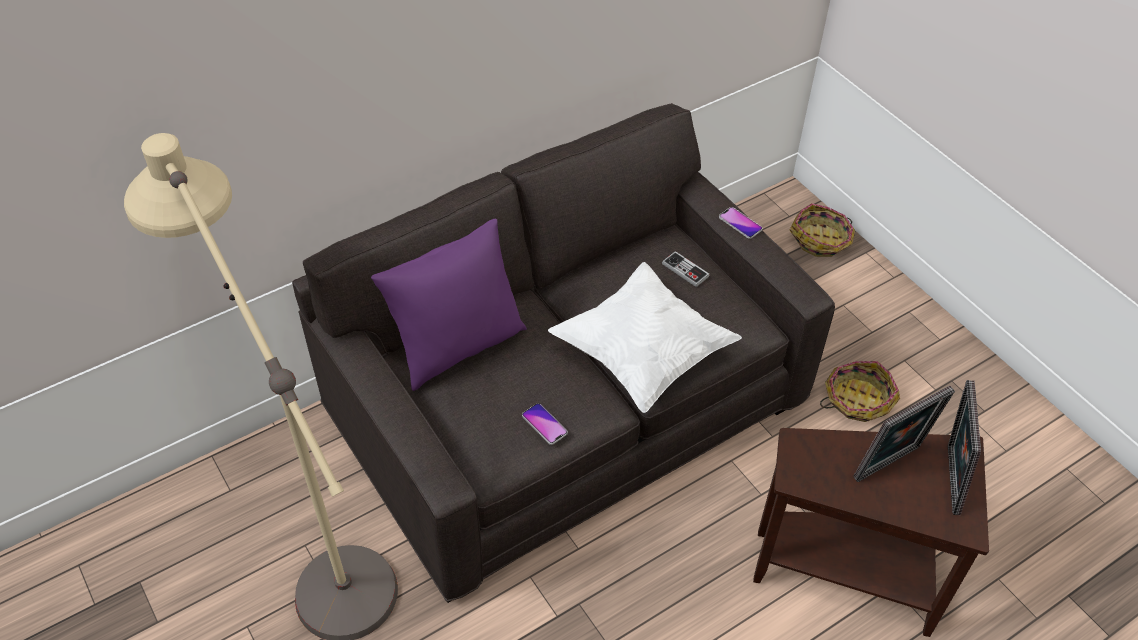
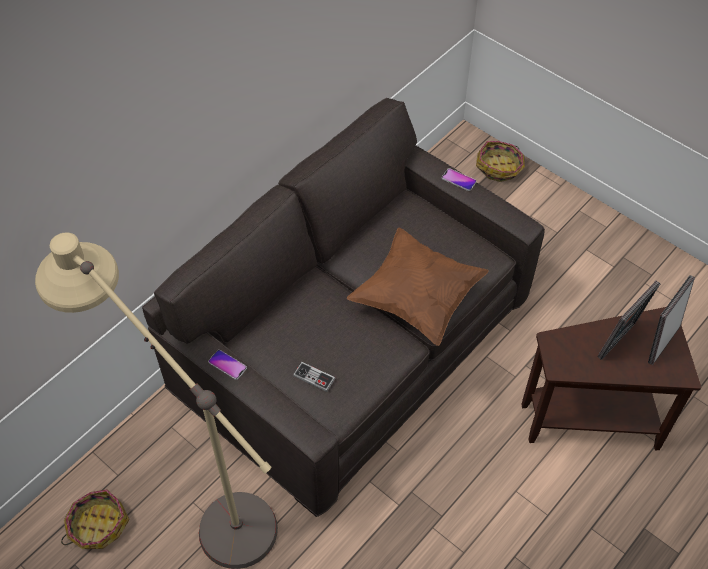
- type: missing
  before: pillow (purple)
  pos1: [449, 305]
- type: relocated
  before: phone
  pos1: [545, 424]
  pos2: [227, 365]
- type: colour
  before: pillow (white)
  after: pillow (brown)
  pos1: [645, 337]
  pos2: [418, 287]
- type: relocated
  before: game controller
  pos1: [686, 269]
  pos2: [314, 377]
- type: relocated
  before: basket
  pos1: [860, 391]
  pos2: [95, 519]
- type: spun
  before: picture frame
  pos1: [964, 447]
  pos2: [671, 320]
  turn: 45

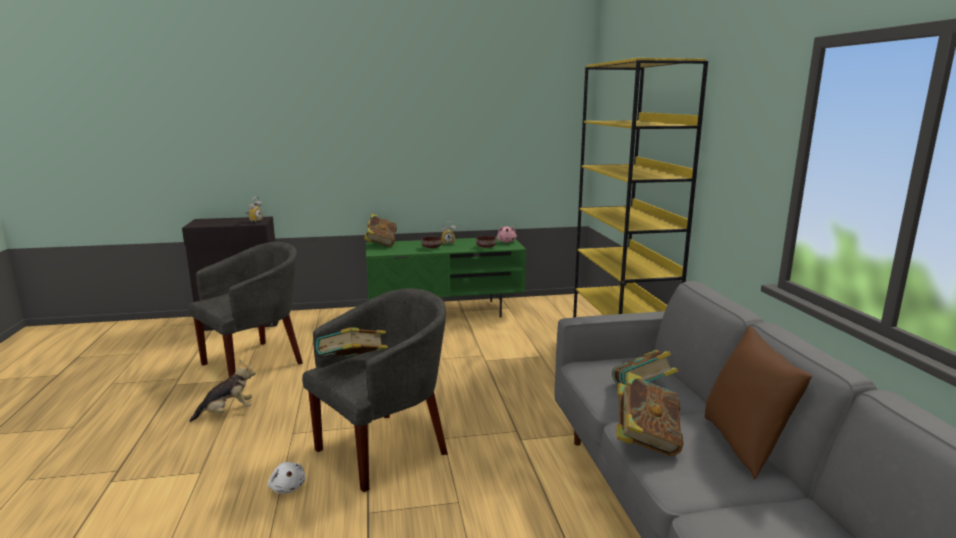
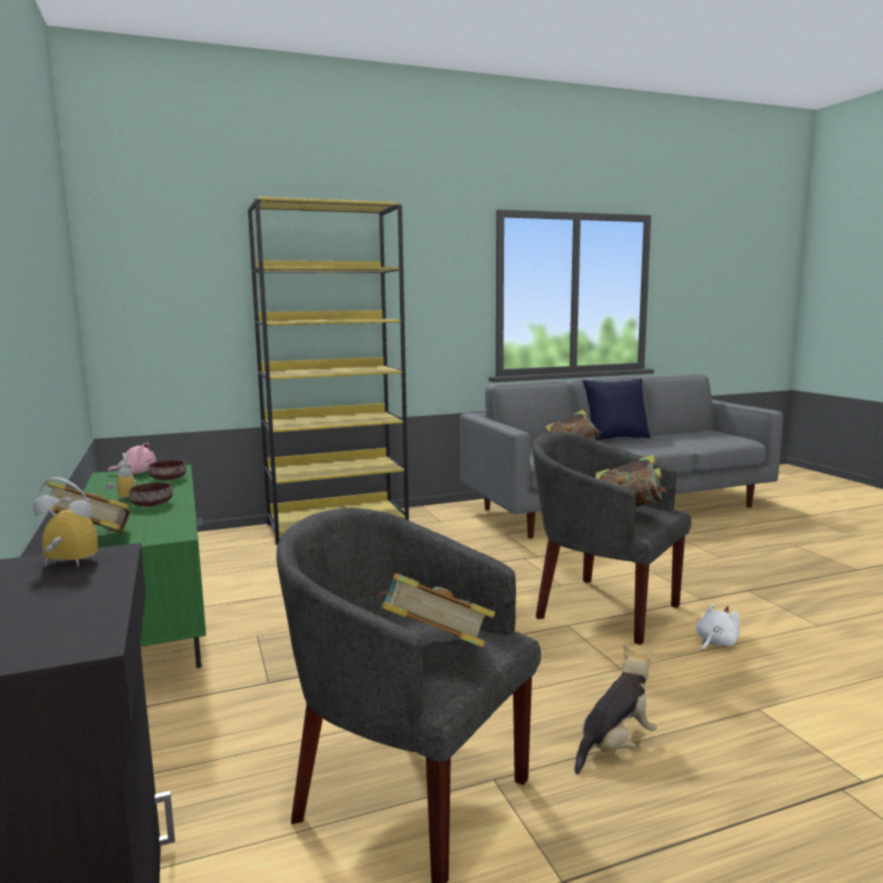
- type: spun
  before: plush toy
  pos1: [222, 390]
  pos2: [616, 710]
  turn: 90
- type: relocated
  before: book
  pos1: [649, 414]
  pos2: [435, 610]
- type: colour
  before: pillow (brown)
  after: pillow (blue)
  pos1: [758, 403]
  pos2: [616, 409]

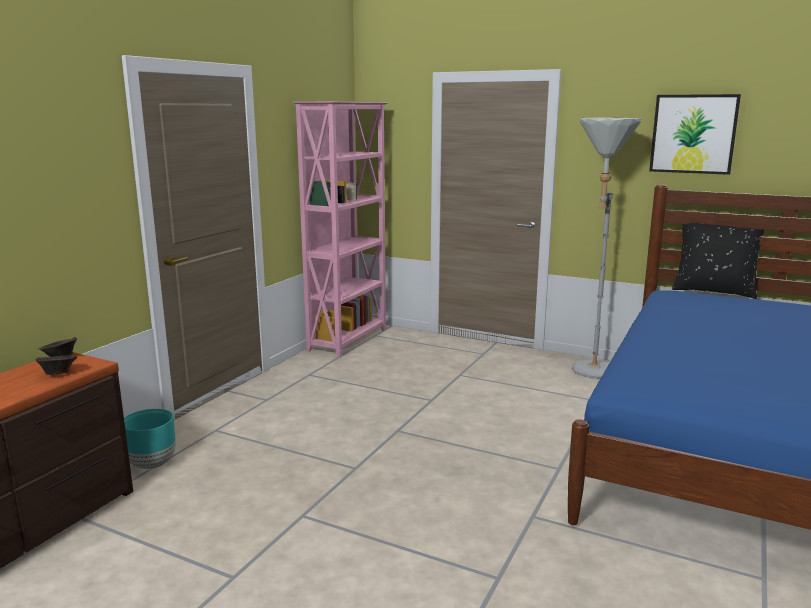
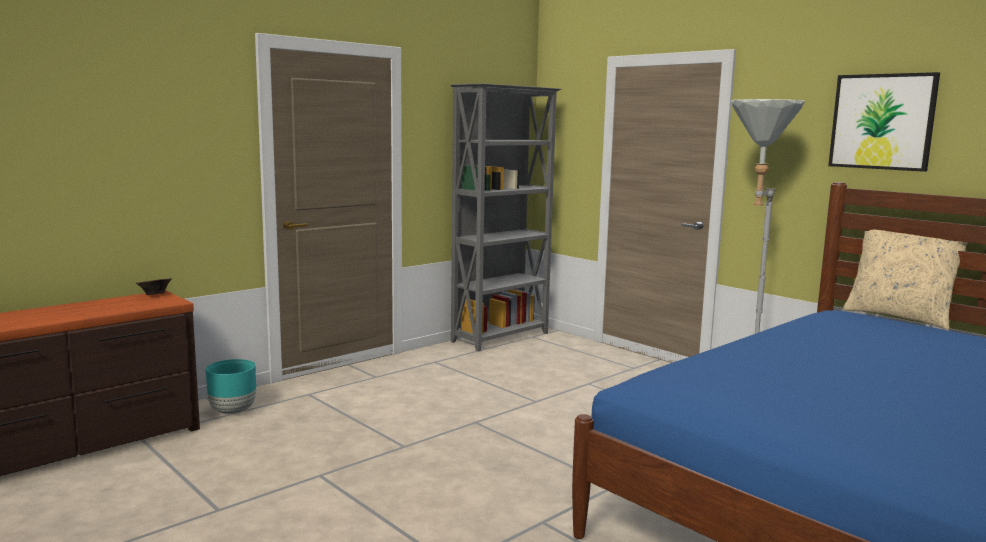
- type: missing
  before: bowl (brown)
  pos1: [56, 365]
- type: colour
  before: bookcase (pink)
  after: bookcase (grey)
  pos1: [340, 230]
  pos2: [505, 217]
- type: colour
  before: pillow (black)
  after: pillow (beige)
  pos1: [718, 261]
  pos2: [905, 280]

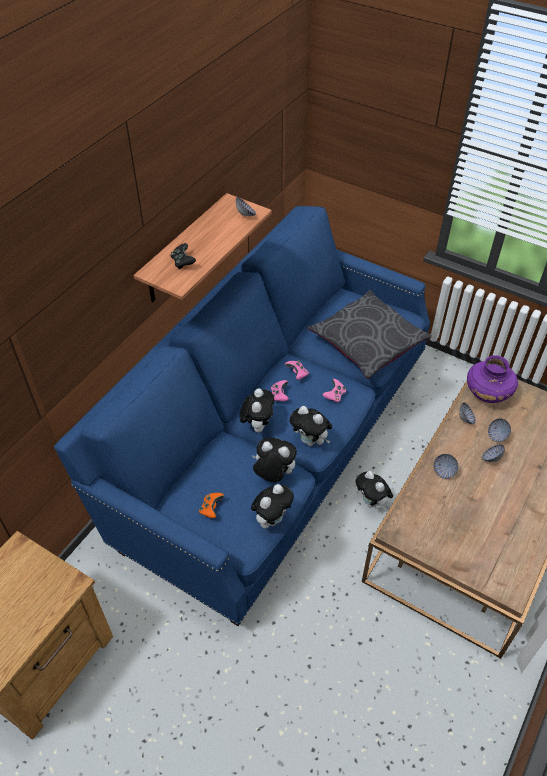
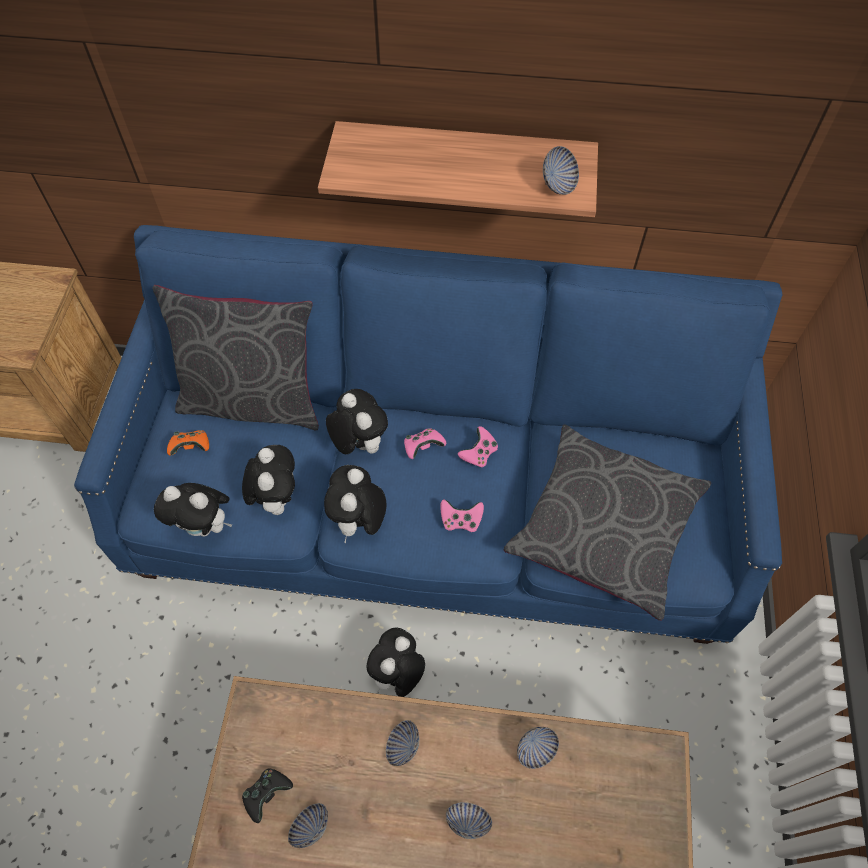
- type: relocated
  before: game controller (black)
  pos1: [183, 256]
  pos2: [267, 795]
- type: spun
  before: plush toy
  pos1: [257, 410]
  pos2: [357, 421]
  turn: -105
- type: missing
  before: vase (purple)
  pos1: [492, 379]
- type: relocated
  before: bowl
  pos1: [499, 430]
  pos2: [308, 825]
- type: appeared
  after: pillow (grey)
  pos2: [235, 358]

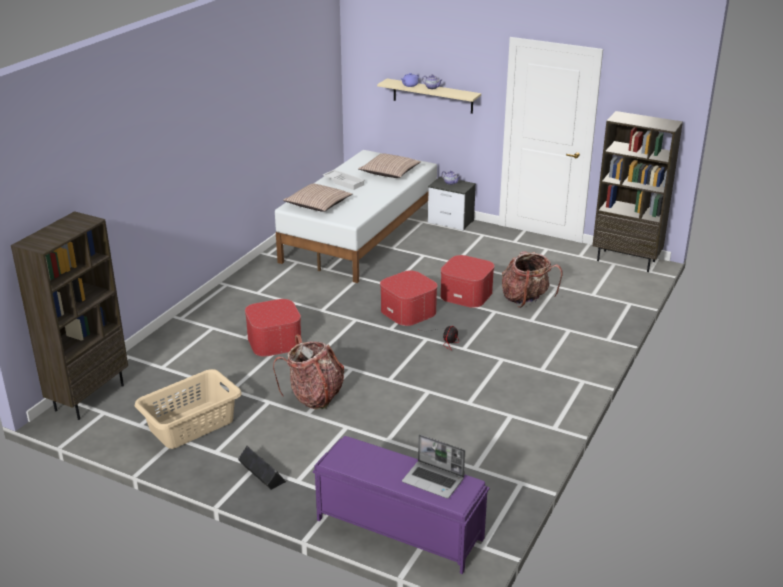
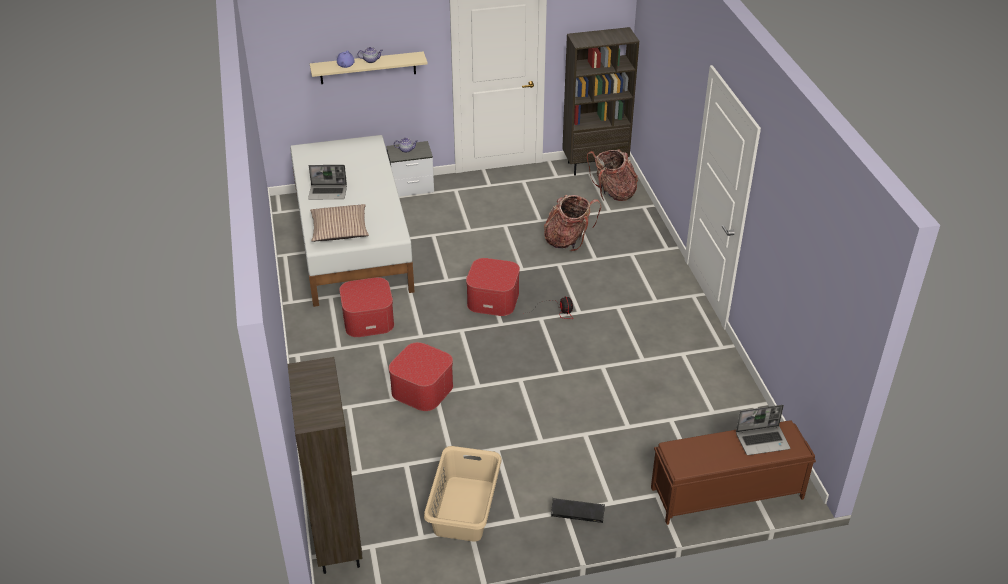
- type: relocated
  before: backpack
  pos1: [309, 371]
  pos2: [612, 175]
- type: colour
  before: bench (purple)
  after: bench (brown)
  pos1: [401, 505]
  pos2: [733, 473]
- type: exchanged
  before: tray (white)
  after: laptop
  pos1: [344, 180]
  pos2: [327, 182]
- type: missing
  before: pillow
  pos1: [389, 165]
- type: relocated
  before: ottoman
  pos1: [467, 281]
  pos2: [366, 307]

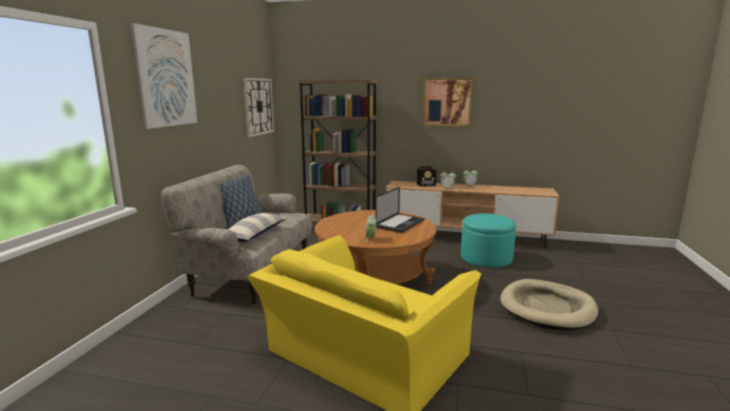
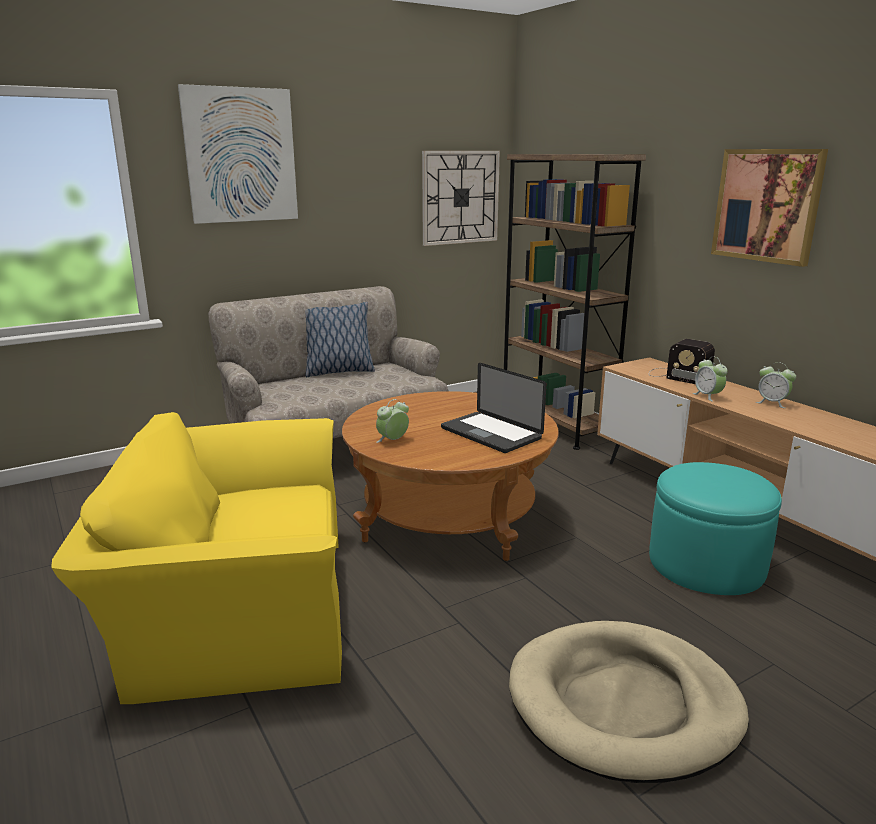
- type: missing
  before: pillow
  pos1: [257, 227]
- type: spun
  before: laptop
  pos1: [399, 210]
  pos2: [493, 408]
  turn: 60

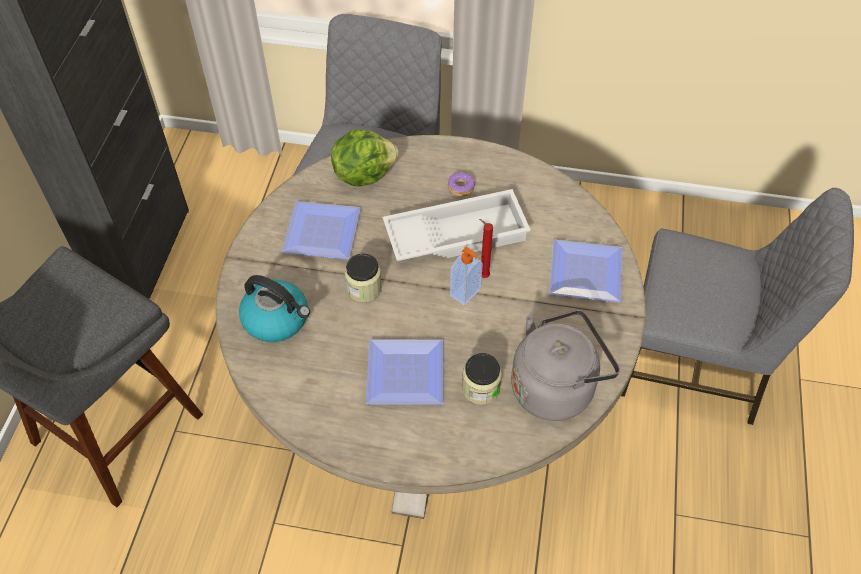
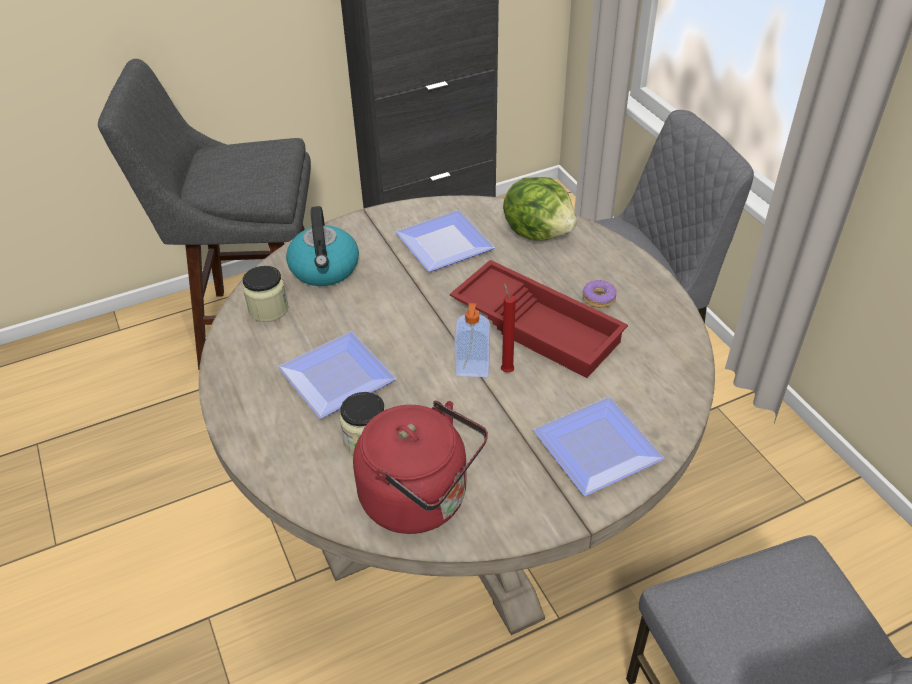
- type: relocated
  before: jar
  pos1: [363, 277]
  pos2: [265, 294]
- type: colour
  before: tray (white)
  after: tray (red)
  pos1: [457, 225]
  pos2: [539, 319]
- type: colour
  before: kettle (grey)
  after: kettle (red)
  pos1: [565, 365]
  pos2: [420, 467]

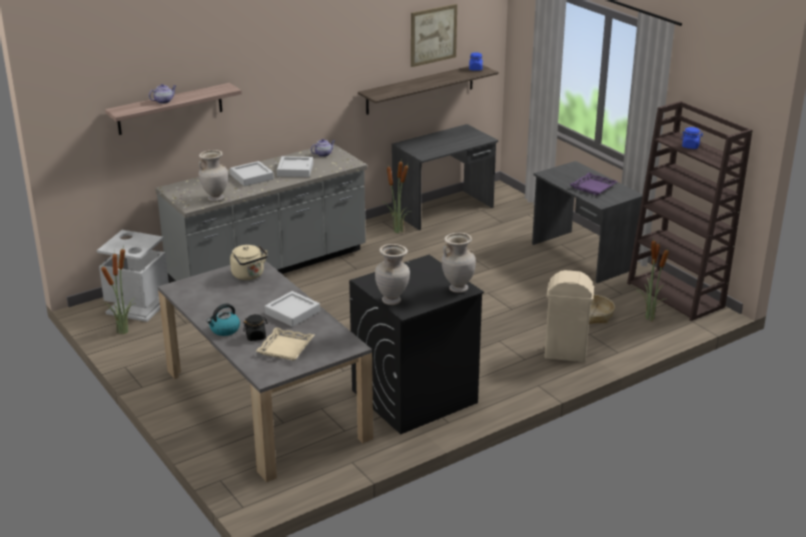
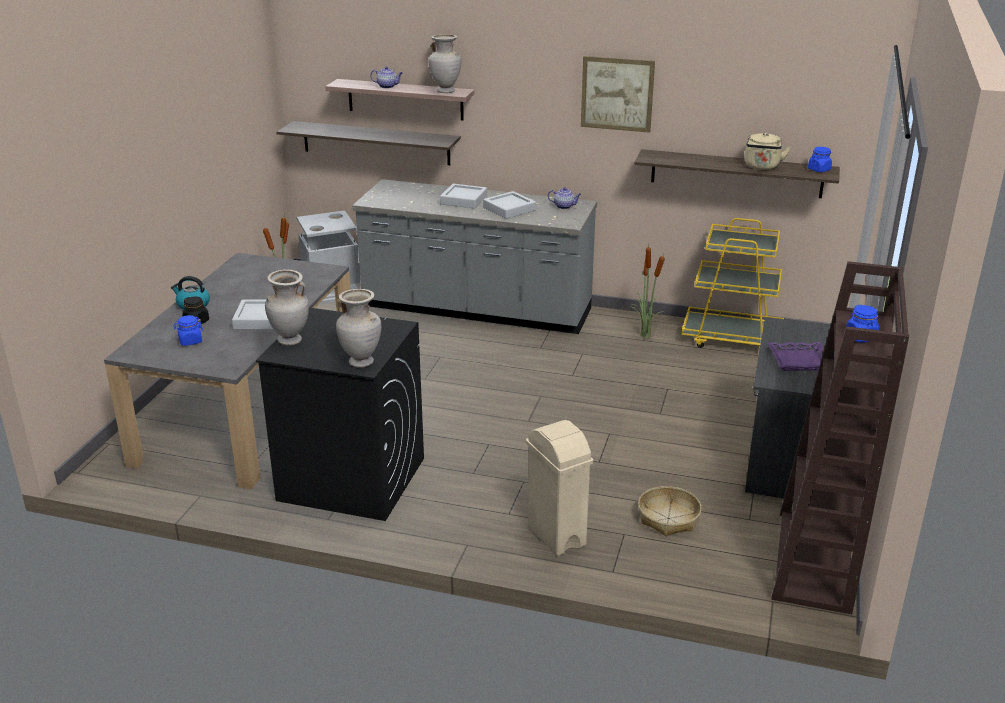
- type: relocated
  before: vase (beige)
  pos1: [213, 176]
  pos2: [445, 63]
- type: relocated
  before: kettle (beige)
  pos1: [249, 262]
  pos2: [768, 151]
- type: exchanged
  before: tray (beige)
  after: jar (blue)
  pos1: [285, 344]
  pos2: [188, 330]
- type: exchanged
  before: desk (grey)
  after: cart (yellow)
  pos1: [445, 177]
  pos2: [733, 283]
- type: relocated
  before: picture
  pos1: [434, 35]
  pos2: [618, 94]
- type: missing
  before: potted plant
  pos1: [652, 280]
- type: appeared
  after: shelf
  pos2: [368, 143]

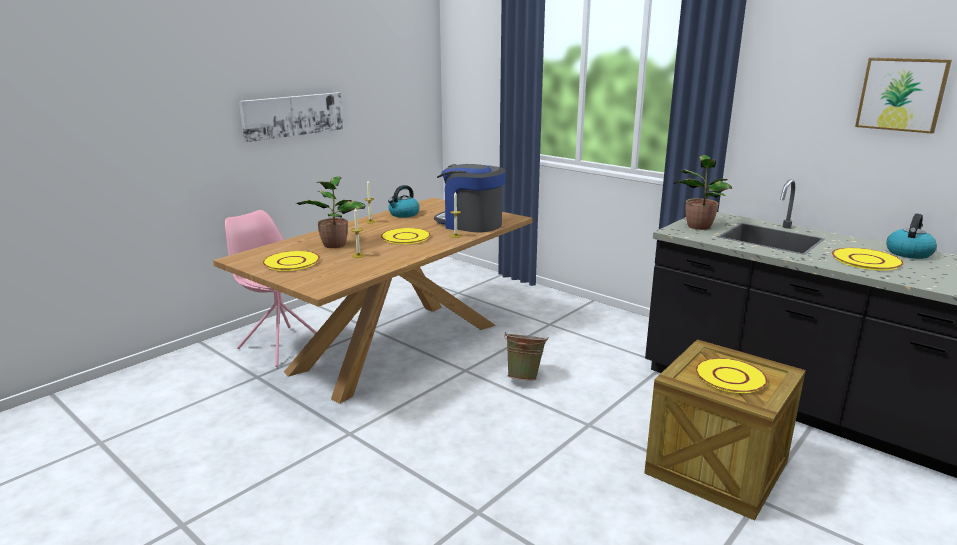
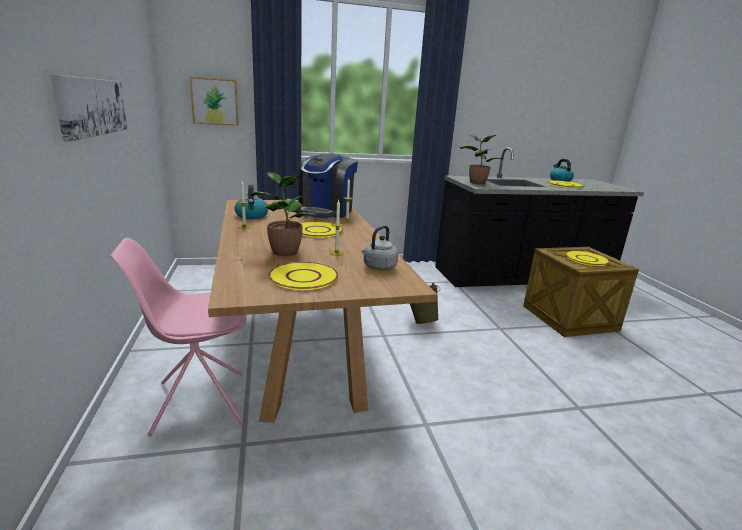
- type: spun
  before: coffee machine
  pos1: [469, 198]
  pos2: [328, 185]
  turn: -45
- type: relocated
  before: picture
  pos1: [903, 96]
  pos2: [214, 101]
- type: appeared
  after: kettle (grey)
  pos2: [380, 248]

